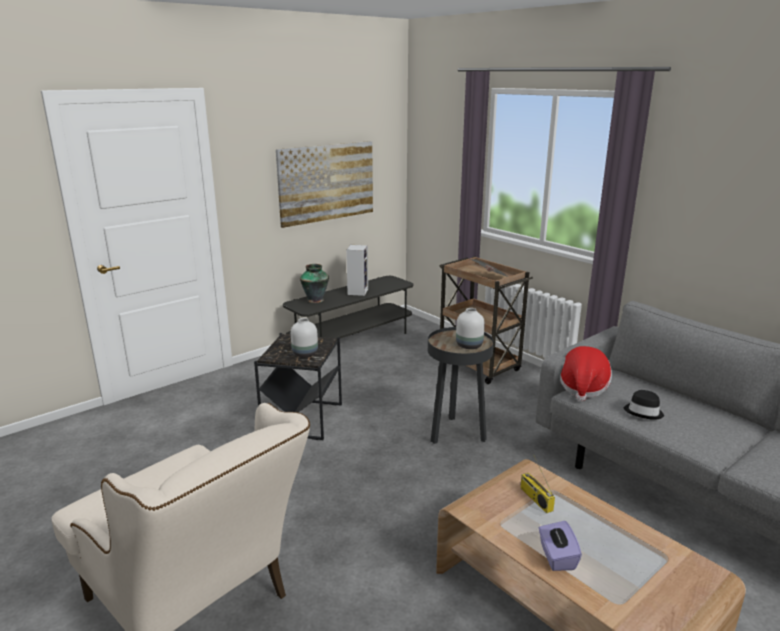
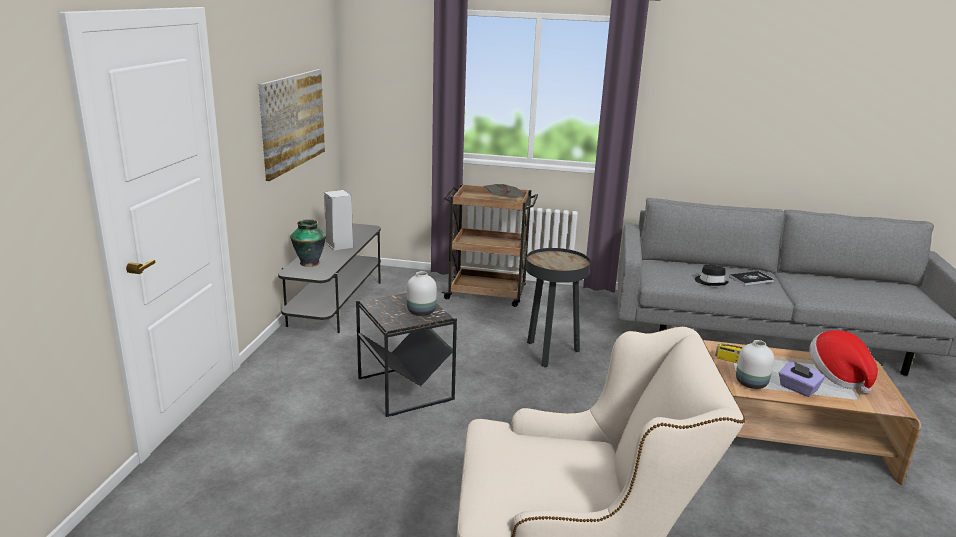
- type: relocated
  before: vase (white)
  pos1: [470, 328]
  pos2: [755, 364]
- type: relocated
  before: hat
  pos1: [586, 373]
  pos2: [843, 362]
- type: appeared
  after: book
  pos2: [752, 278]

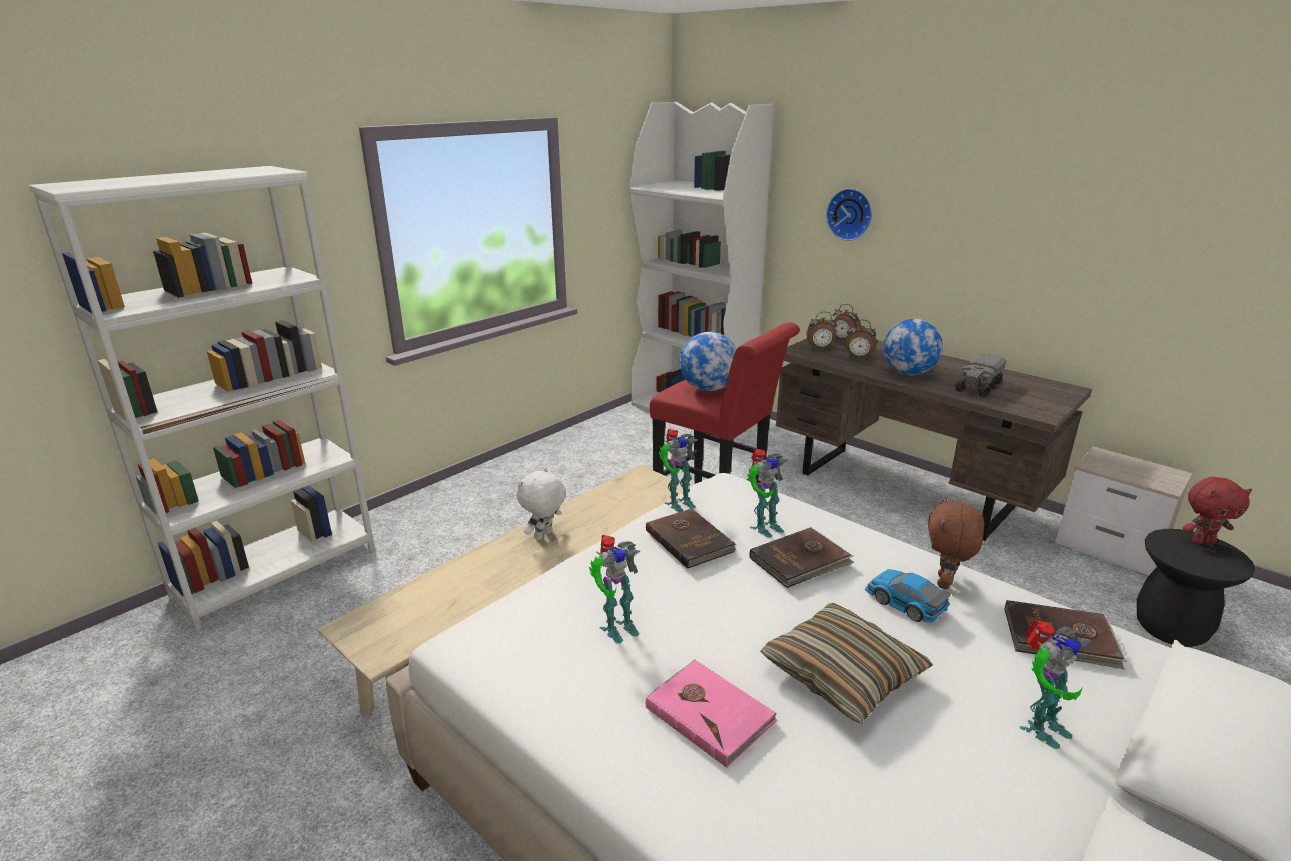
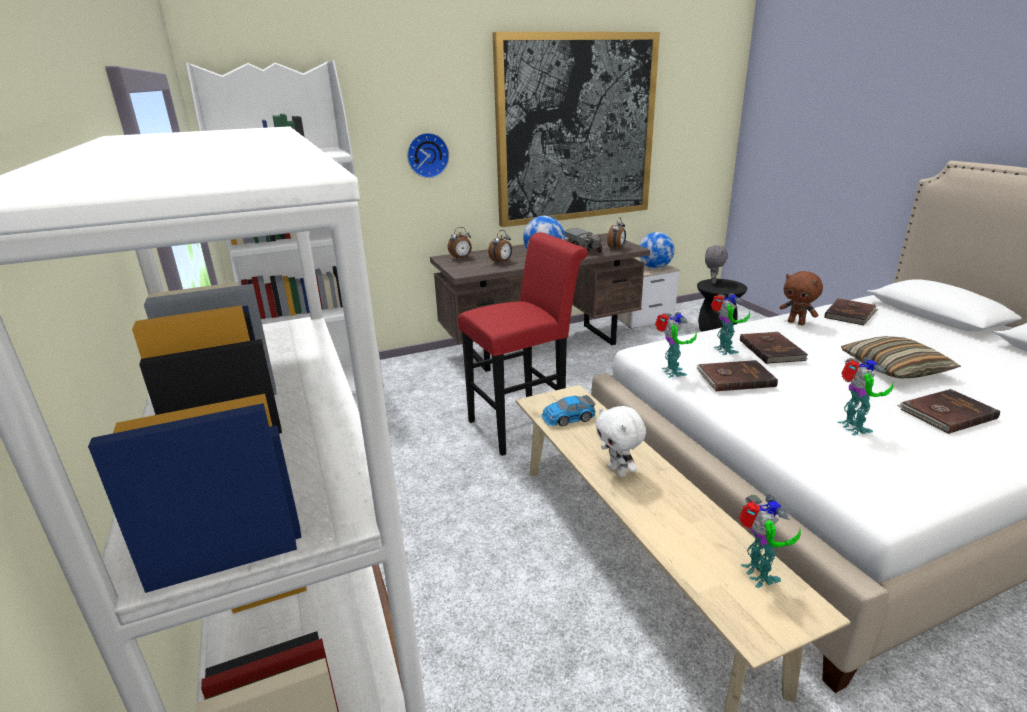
- type: colour
  before: book (pink)
  after: book (brown)
  pos1: [711, 713]
  pos2: [948, 411]
- type: relocated
  before: globe
  pos1: [708, 361]
  pos2: [657, 250]
- type: relocated
  before: alarm clock
  pos1: [821, 330]
  pos2: [616, 234]
- type: relocated
  before: toy car
  pos1: [908, 596]
  pos2: [568, 410]
- type: relocated
  before: toy robot
  pos1: [1055, 684]
  pos2: [770, 540]
- type: colour
  before: plush toy (red)
  after: plush toy (grey)
  pos1: [1217, 510]
  pos2: [716, 264]
- type: appeared
  after: picture
  pos2: [576, 129]

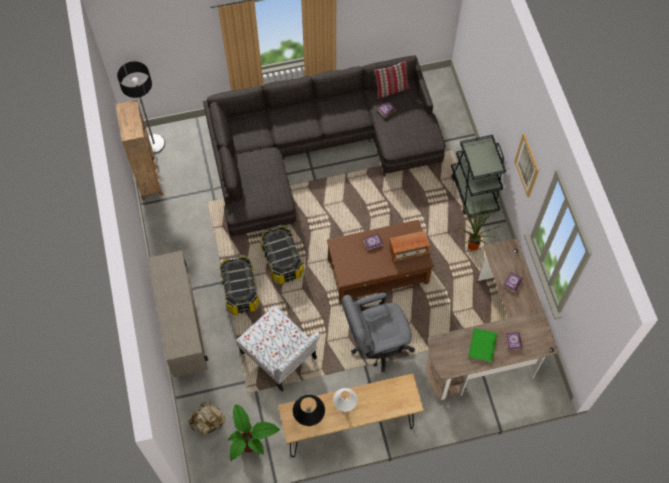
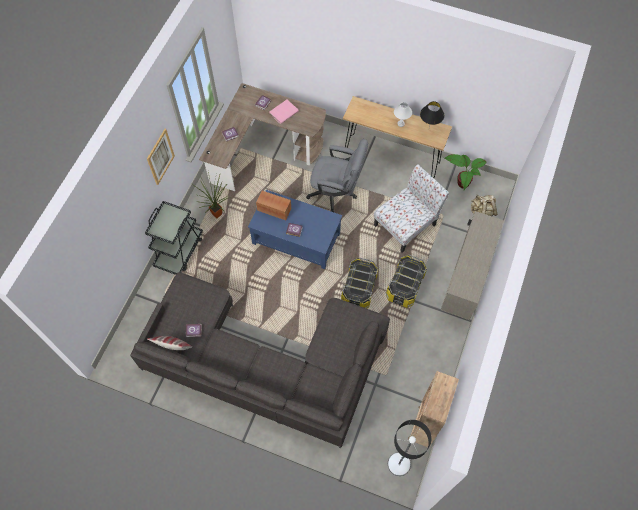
- type: spun
  before: chair
  pos1: [278, 348]
  pos2: [411, 208]
  turn: 60
- type: colour
  before: coffee table (brown)
  after: coffee table (blue)
  pos1: [380, 261]
  pos2: [295, 229]
- type: colour
  before: book (green)
  after: book (pink)
  pos1: [483, 345]
  pos2: [284, 112]

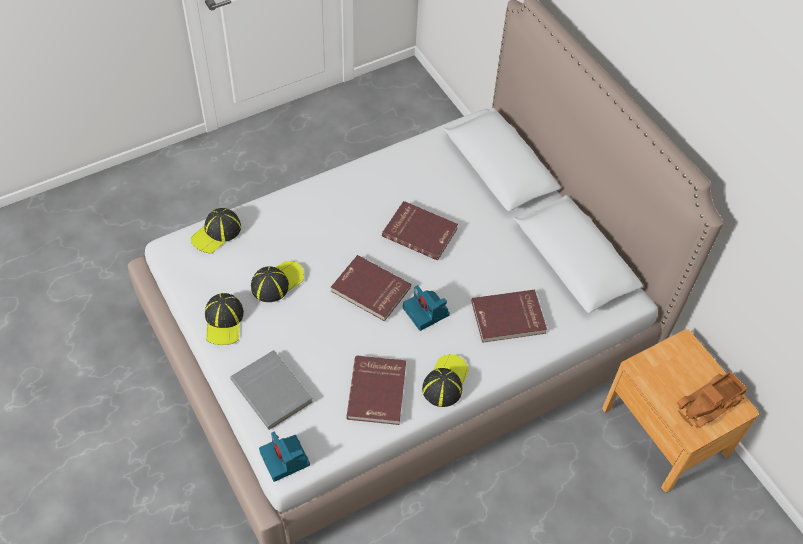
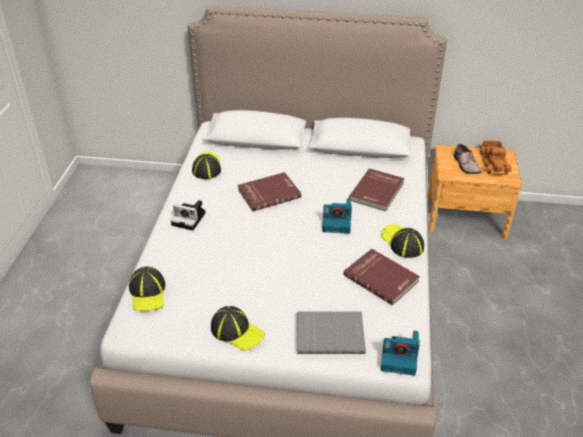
- type: relocated
  before: cap
  pos1: [277, 281]
  pos2: [206, 165]
- type: missing
  before: book (red)
  pos1: [371, 288]
- type: appeared
  after: photo camera
  pos2: [188, 215]
- type: appeared
  after: shoe
  pos2: [468, 159]

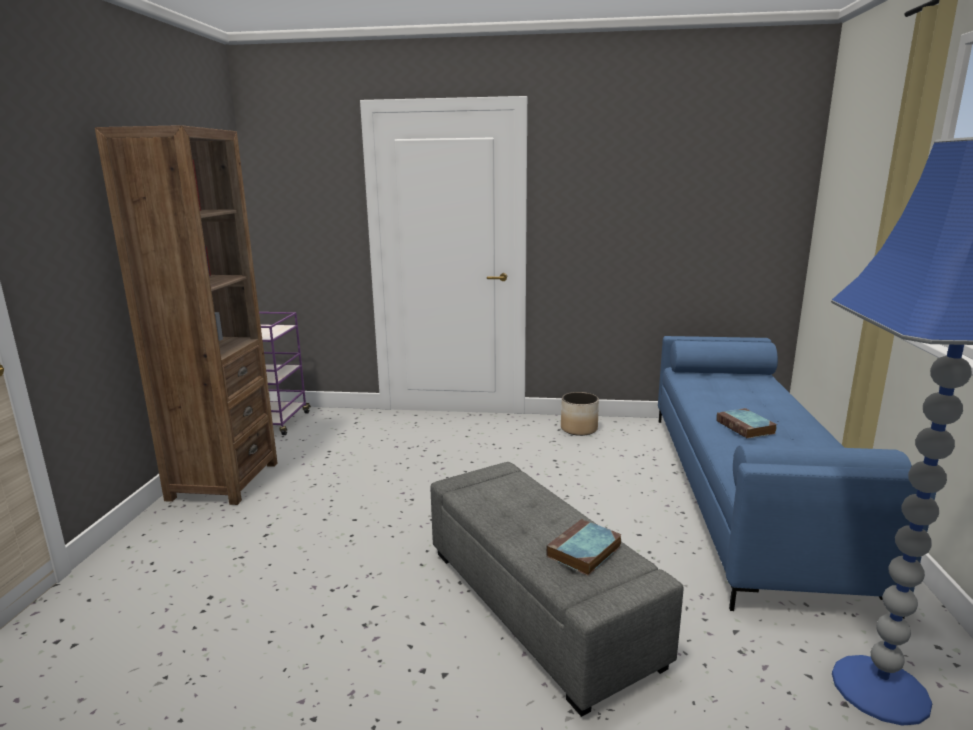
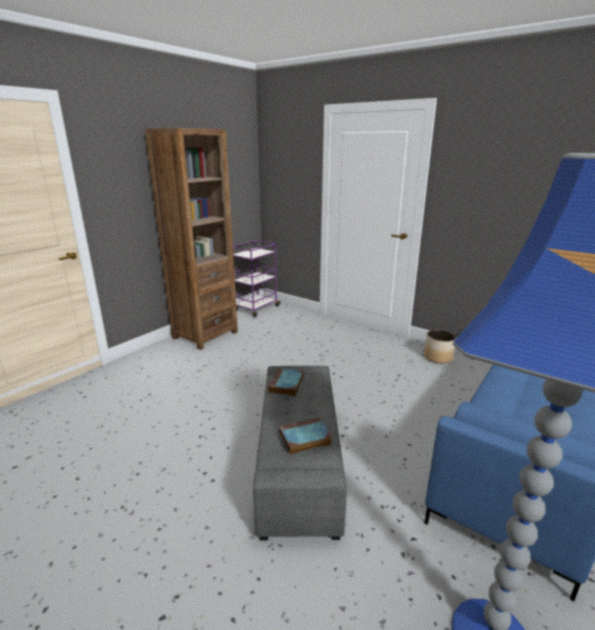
- type: relocated
  before: book
  pos1: [746, 423]
  pos2: [286, 382]

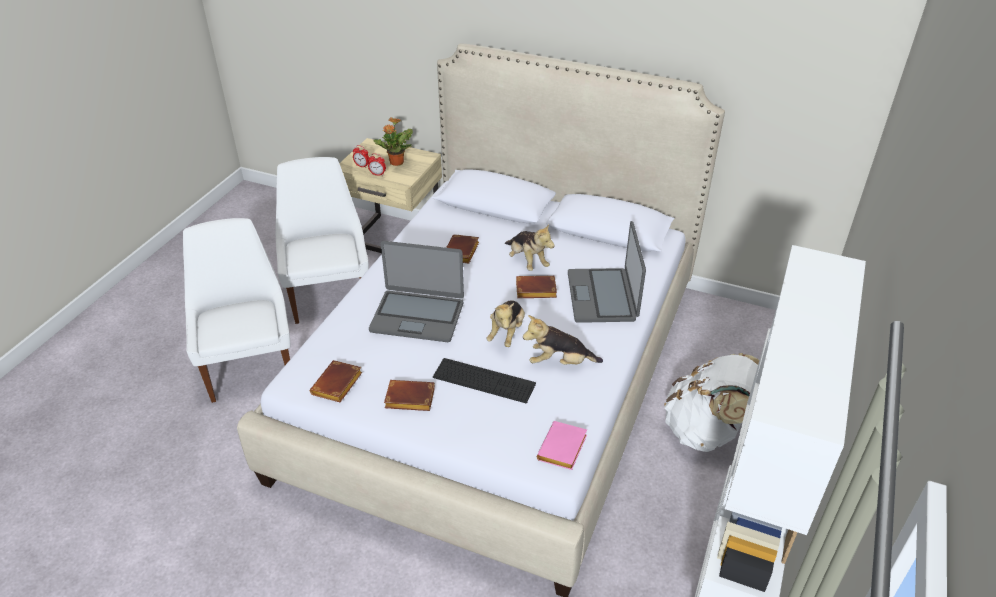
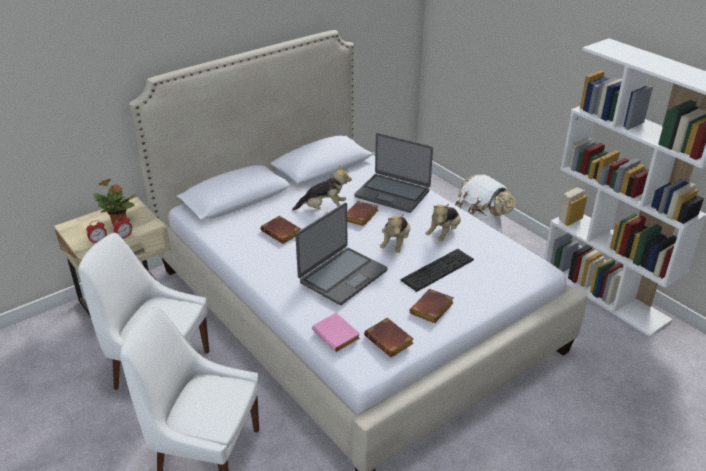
- type: spun
  before: plush toy
  pos1: [505, 323]
  pos2: [395, 233]
  turn: 60
- type: relocated
  before: book (pink)
  pos1: [562, 445]
  pos2: [336, 332]

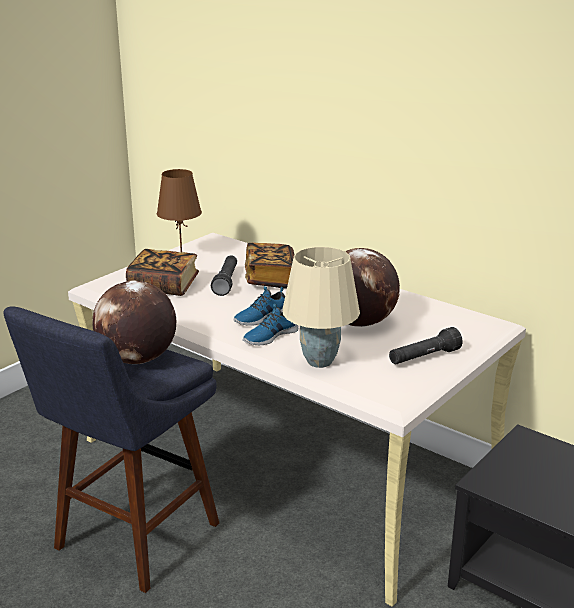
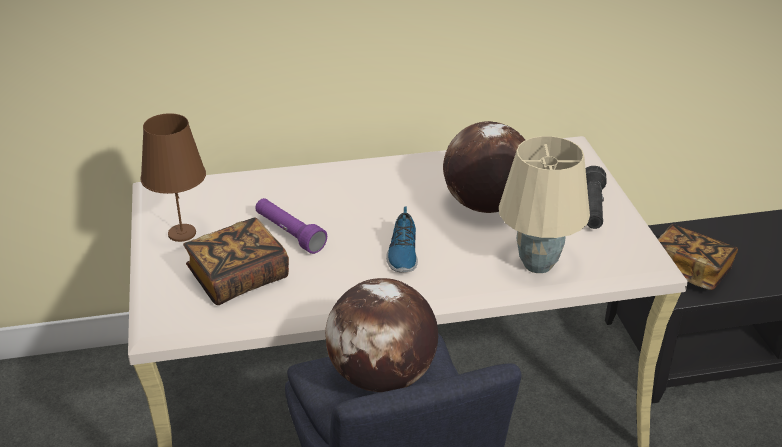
- type: colour
  before: flashlight (black)
  after: flashlight (purple)
  pos1: [224, 275]
  pos2: [291, 226]
- type: missing
  before: shoe
  pos1: [270, 324]
- type: relocated
  before: book
  pos1: [270, 265]
  pos2: [698, 257]

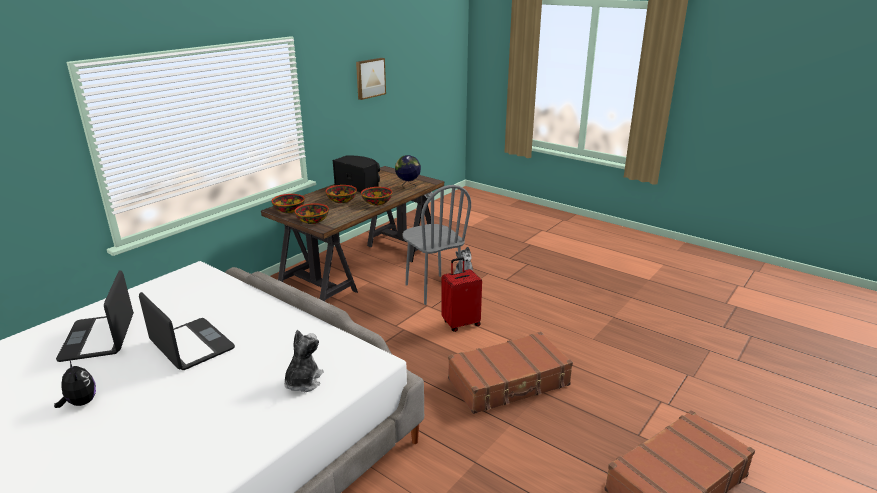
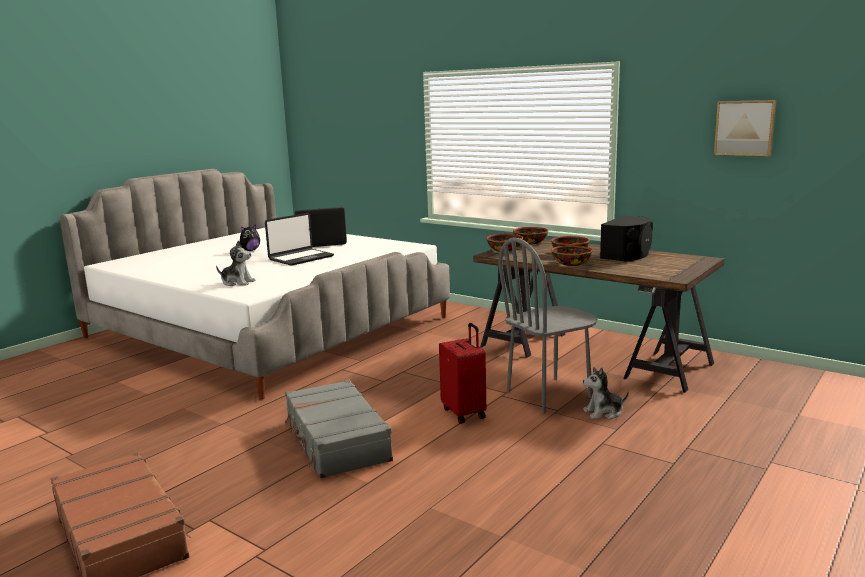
- type: missing
  before: globe
  pos1: [408, 172]
- type: colour
  before: suitcase (brown)
  after: suitcase (grey)
  pos1: [510, 373]
  pos2: [338, 429]

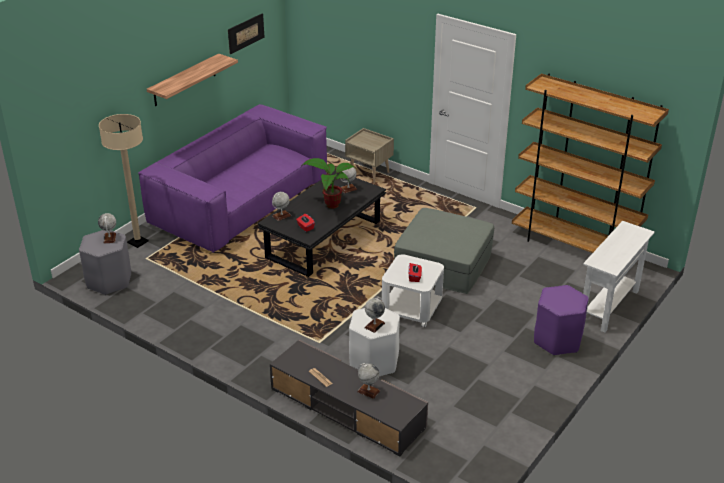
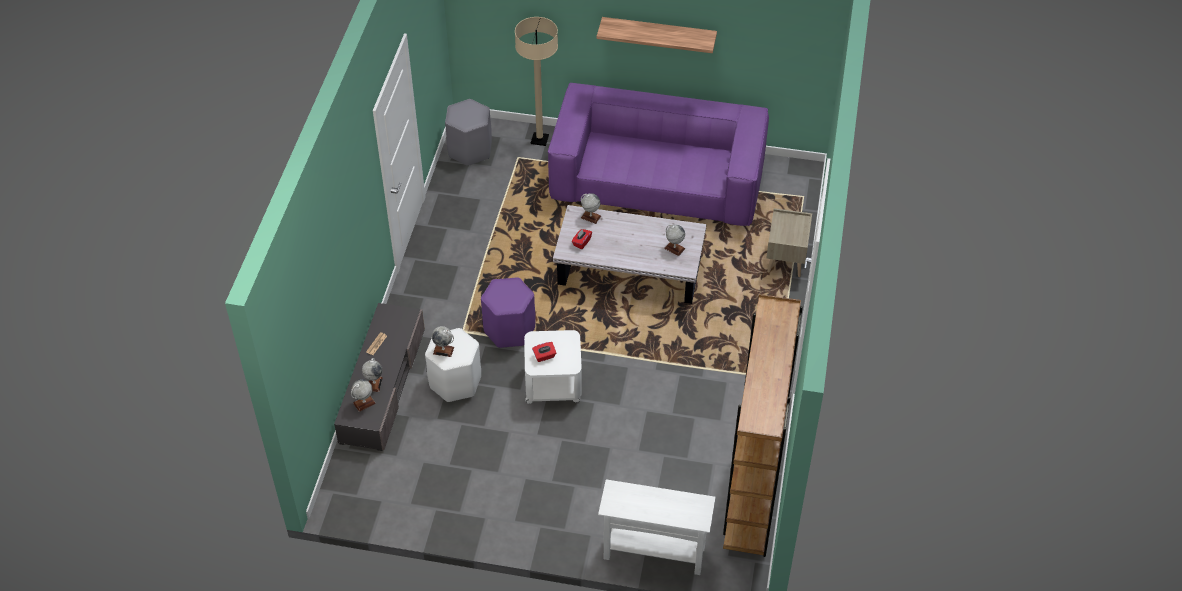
- type: relocated
  before: globe
  pos1: [107, 228]
  pos2: [363, 395]
- type: missing
  before: picture
  pos1: [246, 33]
- type: colour
  before: coffee table (black)
  after: coffee table (white)
  pos1: [322, 223]
  pos2: [629, 254]
- type: missing
  before: potted plant
  pos1: [329, 183]
- type: missing
  before: ottoman (grey)
  pos1: [444, 251]
- type: relocated
  before: stool (purple)
  pos1: [561, 320]
  pos2: [508, 312]

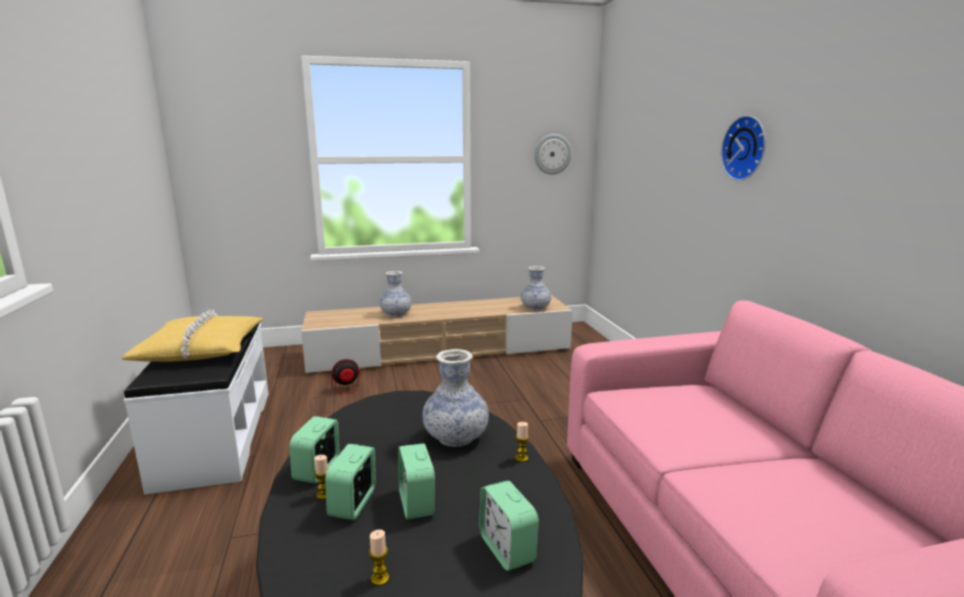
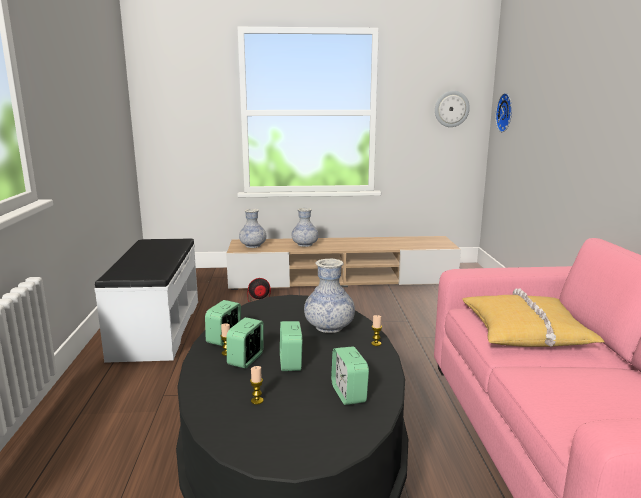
- type: relocated
  before: pillow (yellow)
  pos1: [192, 336]
  pos2: [533, 317]
- type: relocated
  before: vase
  pos1: [536, 288]
  pos2: [252, 228]
- type: relocated
  before: wall clock
  pos1: [743, 148]
  pos2: [504, 112]

